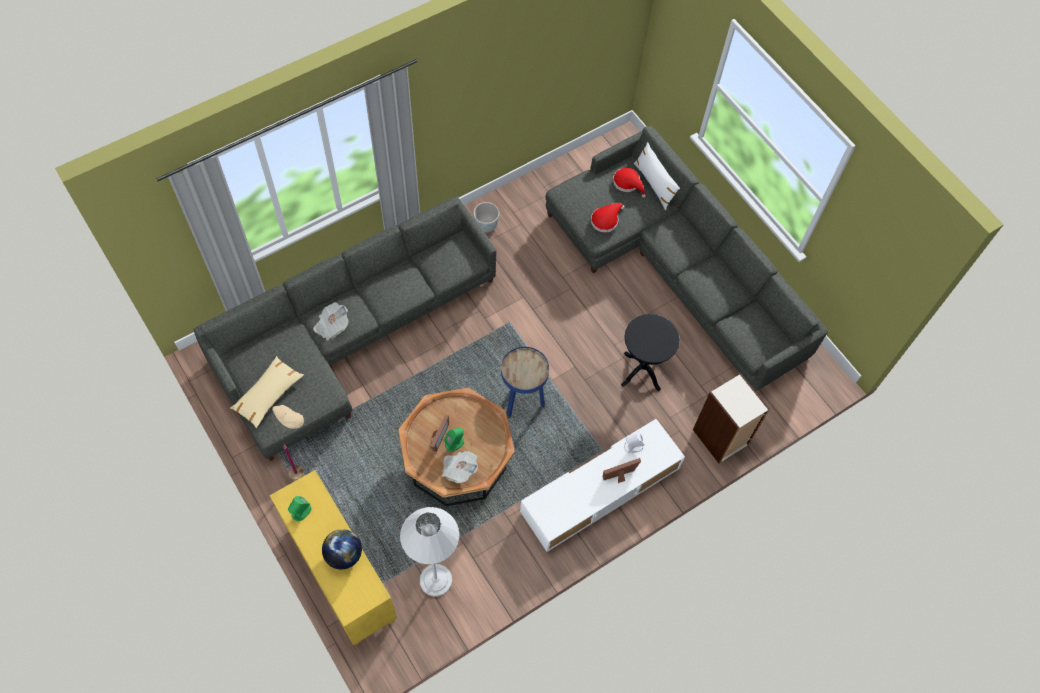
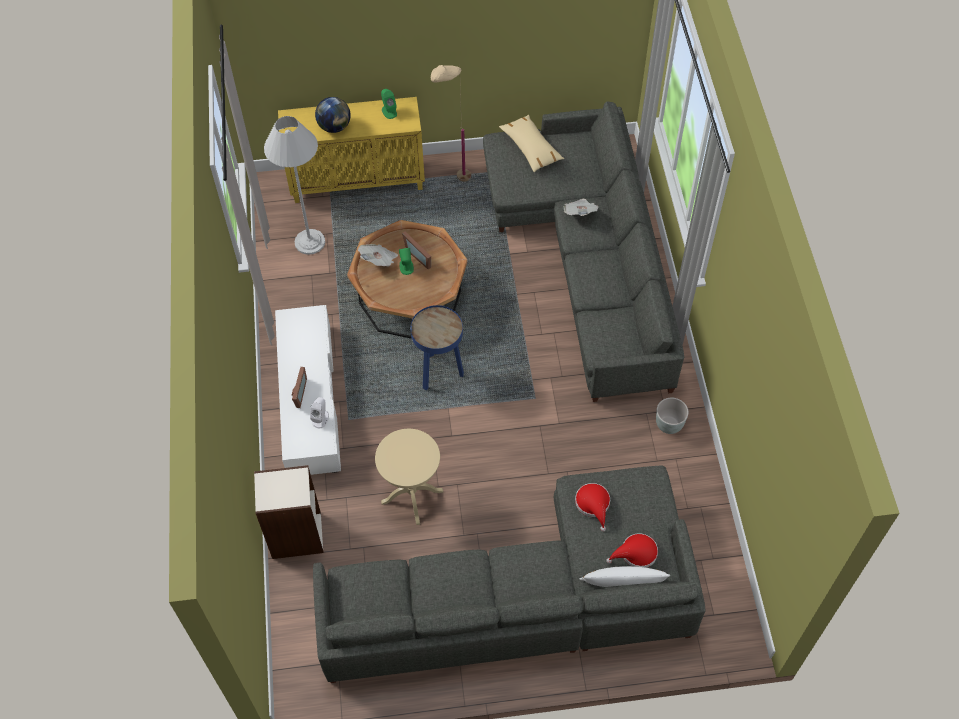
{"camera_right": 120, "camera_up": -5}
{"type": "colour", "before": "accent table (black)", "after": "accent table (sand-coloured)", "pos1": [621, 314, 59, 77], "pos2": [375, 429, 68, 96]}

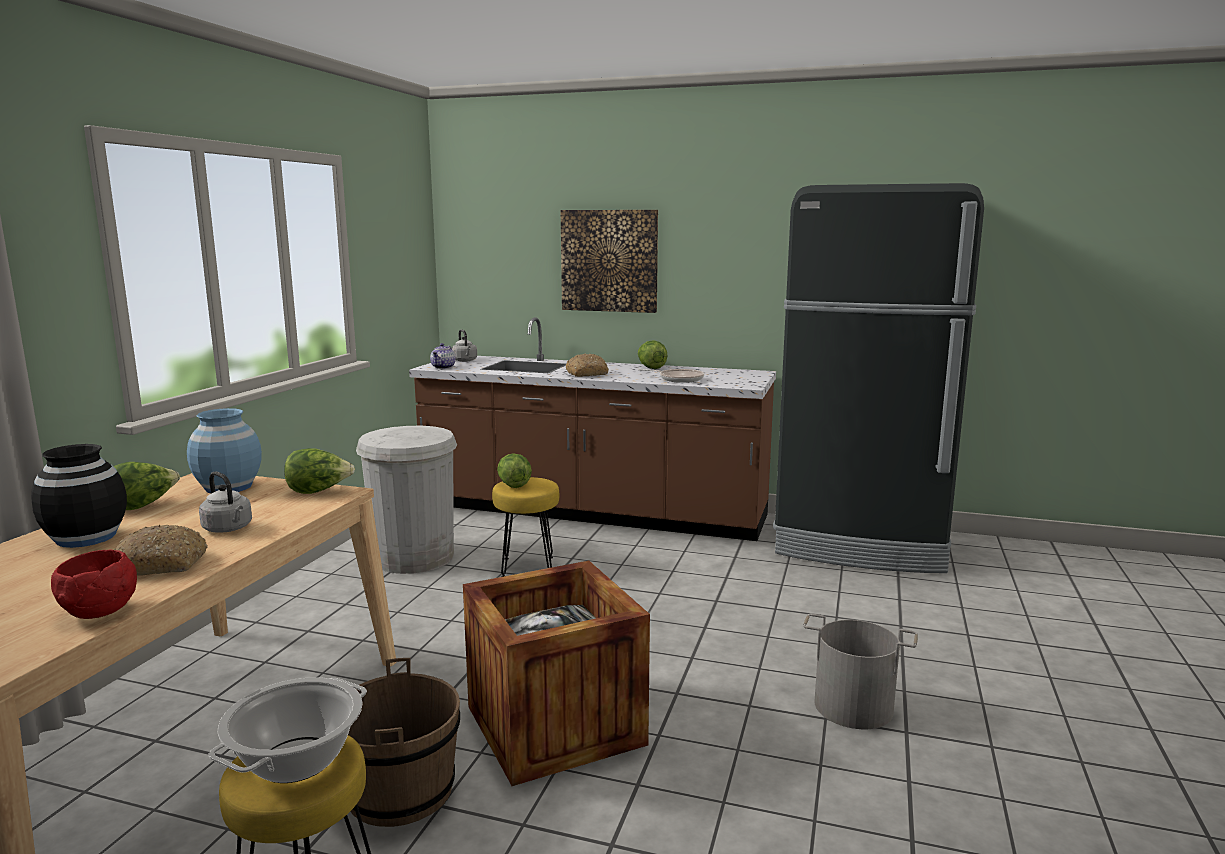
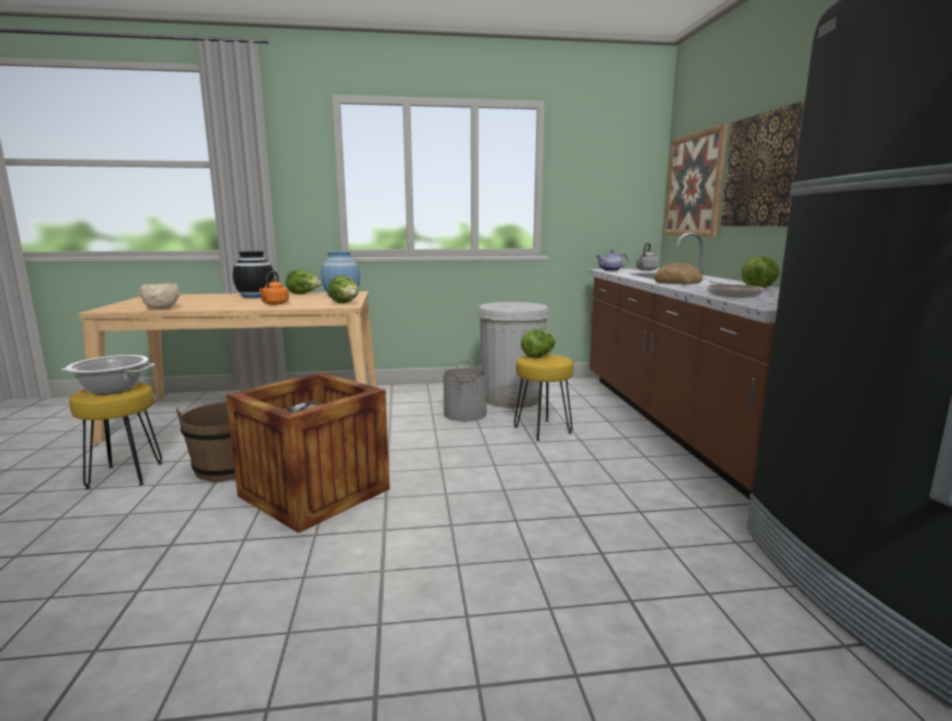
{"camera_right": 65, "camera_up": 0}
{"type": "colour", "before": "bowl (reddish)", "after": "bowl (sand-coloured)", "pos1": [51, 549, 86, 70], "pos2": [139, 283, 41, 26]}
{"type": "colour", "before": "kettle (greyish)", "after": "kettle (orangey)", "pos1": [199, 472, 53, 61], "pos2": [259, 271, 30, 34]}
{"type": "relocated", "before": "water bucket (greyish)", "pos1": [803, 613, 115, 116], "pos2": [443, 361, 44, 61]}
{"type": "appeared", "after": "wall picture", "pos2": [664, 124, 64, 113]}
{"type": "missing", "before": "bakery bread", "pos1": [115, 525, 93, 51]}

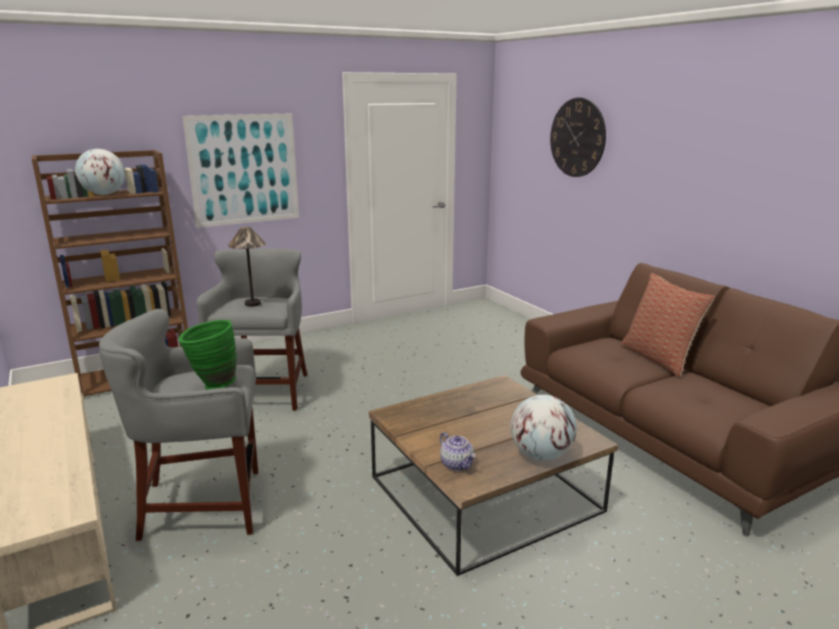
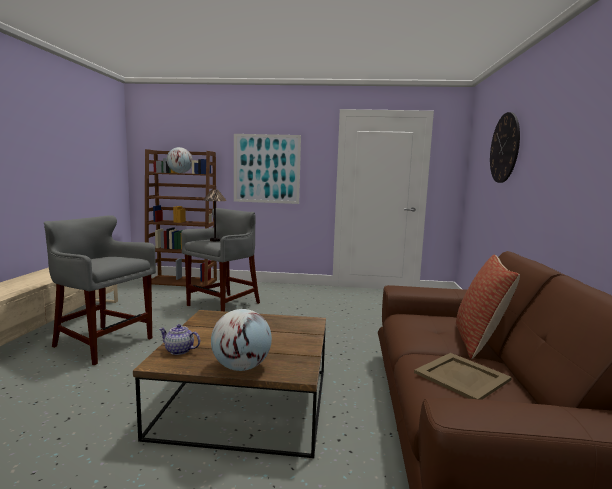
{"camera_right": 35, "camera_up": -10}
{"type": "spun", "before": "tea pot", "pos1": [440, 432, 36, 39], "pos2": [159, 324, 41, 31], "turn": 105}
{"type": "appeared", "after": "carrying tray (sand-coloured)", "pos2": [414, 353, 98, 47]}
{"type": "missing", "before": "decorative vase (greenish)", "pos1": [179, 320, 58, 70]}

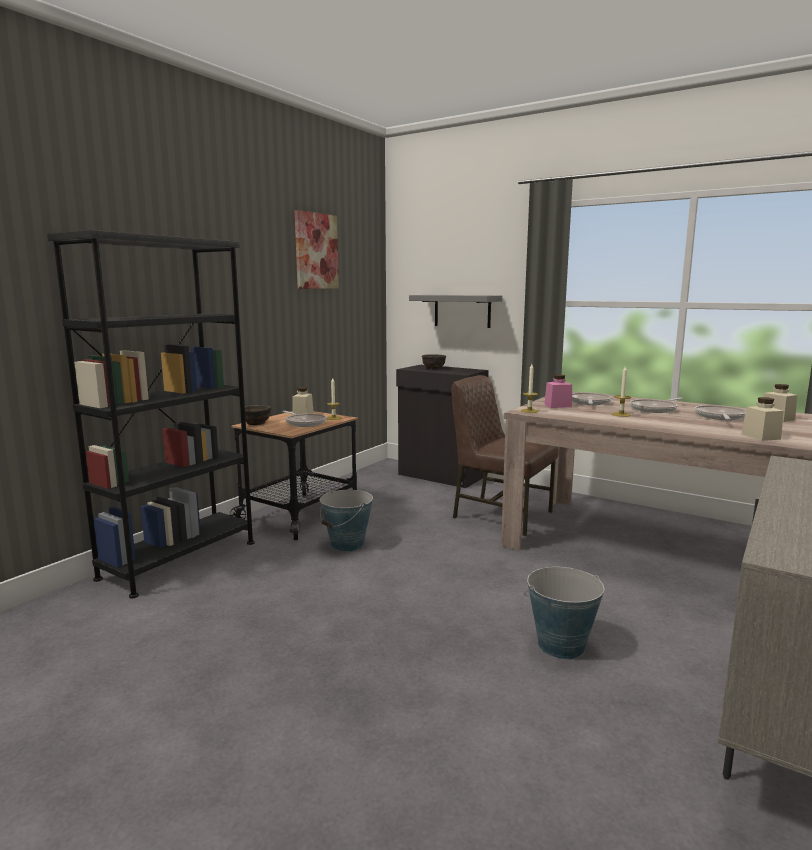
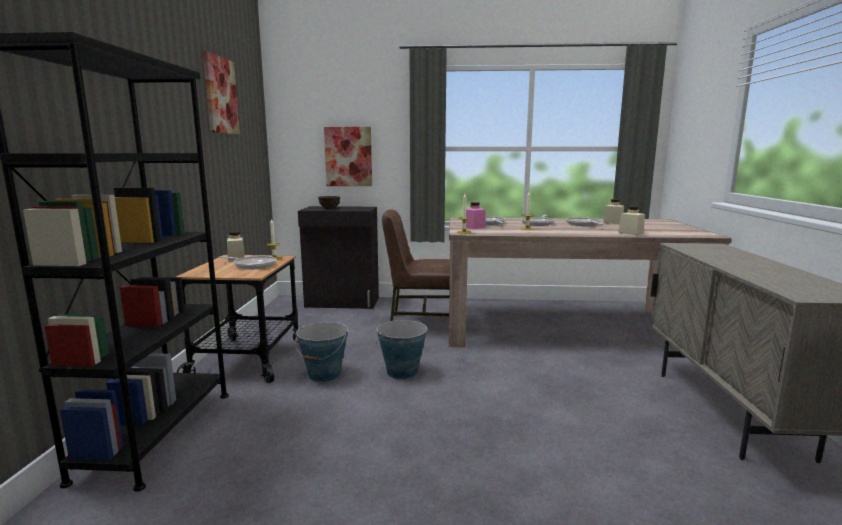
{"camera_right": -30, "camera_up": 0}
{"type": "exchanged", "before": "bracket shelf (greyish)", "after": "wall picture", "pos1": [409, 295, 93, 33], "pos2": [324, 127, 48, 59]}
{"type": "relocated", "before": "water bucket", "pos1": [524, 567, 80, 93], "pos2": [376, 320, 51, 60]}
{"type": "missing", "before": "bowl (brown-coloured)", "pos1": [245, 405, 26, 20]}

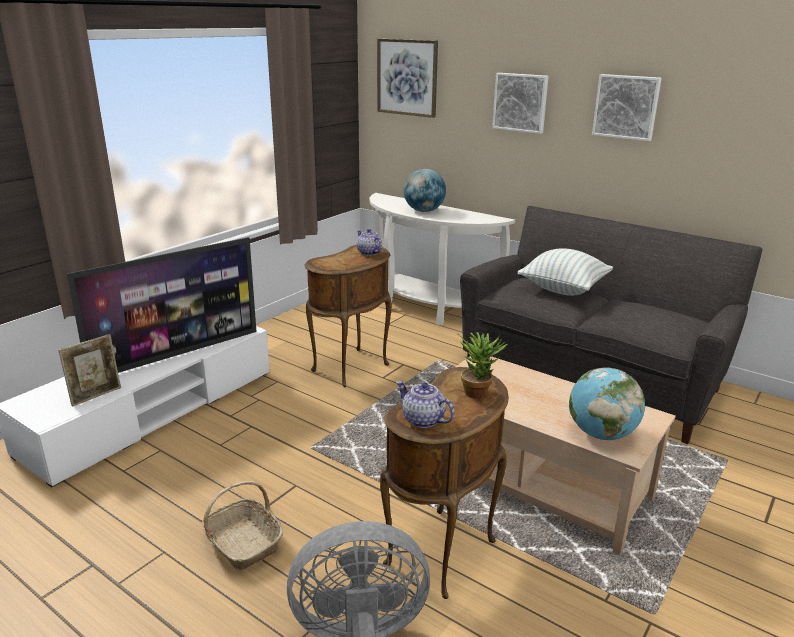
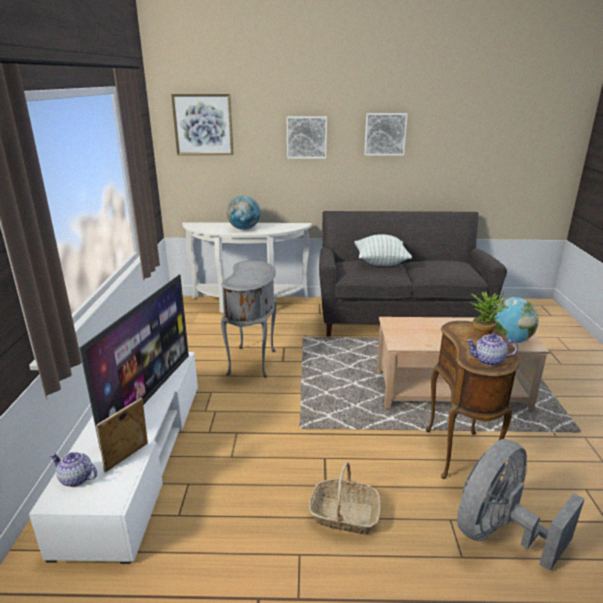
{"camera_right": -35, "camera_up": 0}
{"type": "relocated", "before": "tea pot", "pos1": [356, 229, 26, 27], "pos2": [50, 452, 47, 35]}
{"type": "spun", "before": "standing frame", "pos1": [58, 334, 63, 73], "pos2": [96, 398, 52, 74], "turn": -150}
{"type": "colour", "before": "accent table (brown-coloured)", "after": "accent table (greyish)", "pos1": [304, 245, 88, 142], "pos2": [221, 260, 56, 118]}

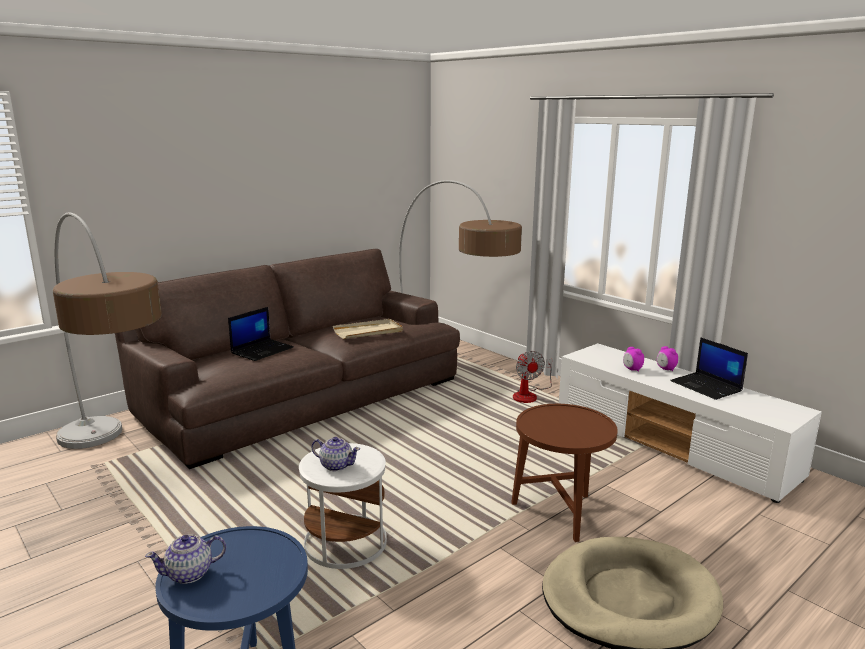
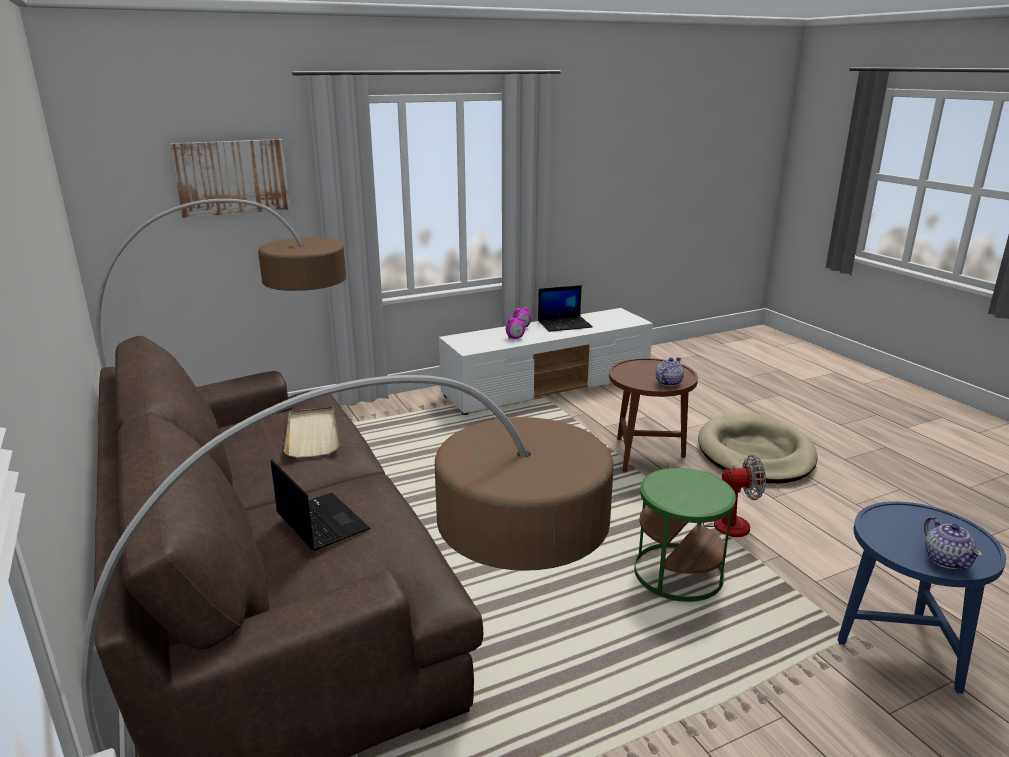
{"camera_right": -75, "camera_up": 5}
{"type": "appeared", "after": "wall picture", "pos2": [170, 139, 120, 79]}
{"type": "colour", "before": "accent table (white-coloured)", "after": "accent table (greenish)", "pos1": [299, 443, 88, 126], "pos2": [634, 468, 102, 134]}
{"type": "relocated", "before": "tea pot", "pos1": [312, 437, 48, 34], "pos2": [656, 357, 28, 29]}
{"type": "relocated", "before": "electric fan", "pos1": [513, 351, 39, 52], "pos2": [667, 455, 99, 82]}

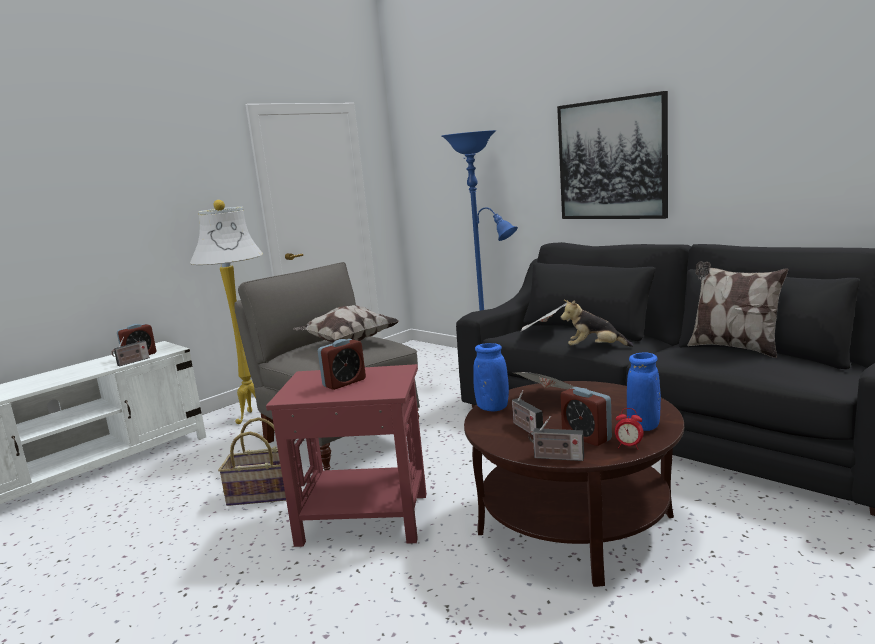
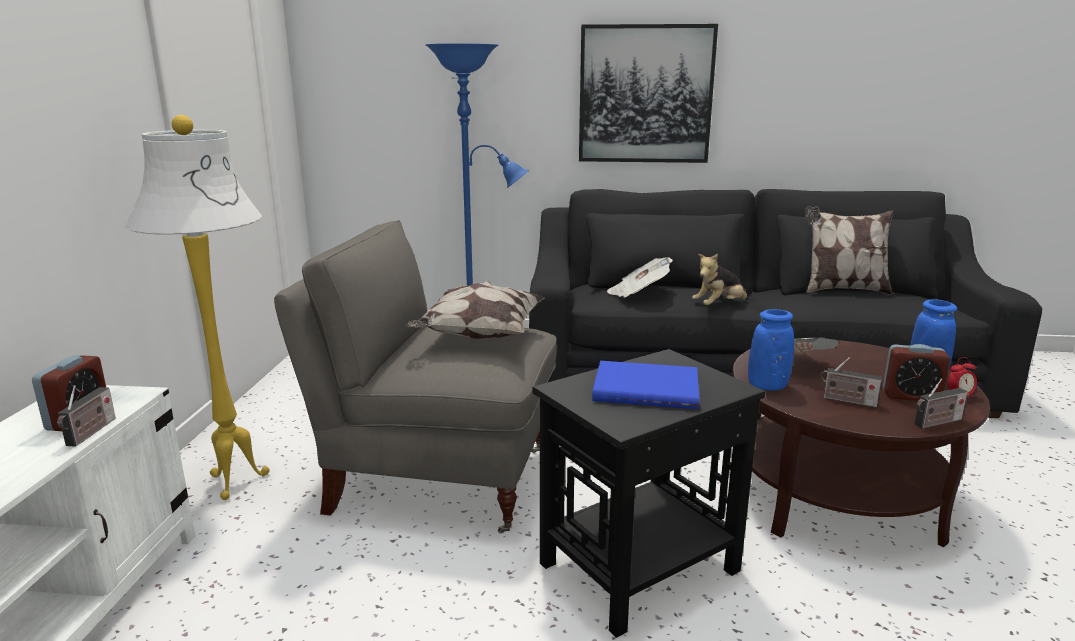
{"camera_right": -40, "camera_up": 5}
{"type": "colour", "before": "accent table (reddish)", "after": "accent table (black)", "pos1": [266, 364, 160, 183], "pos2": [532, 349, 233, 289]}
{"type": "exchanged", "before": "alarm clock", "after": "volume (blue-coloured)", "pos1": [318, 339, 48, 51], "pos2": [592, 361, 107, 48]}
{"type": "missing", "before": "household basket", "pos1": [218, 418, 68, 88]}

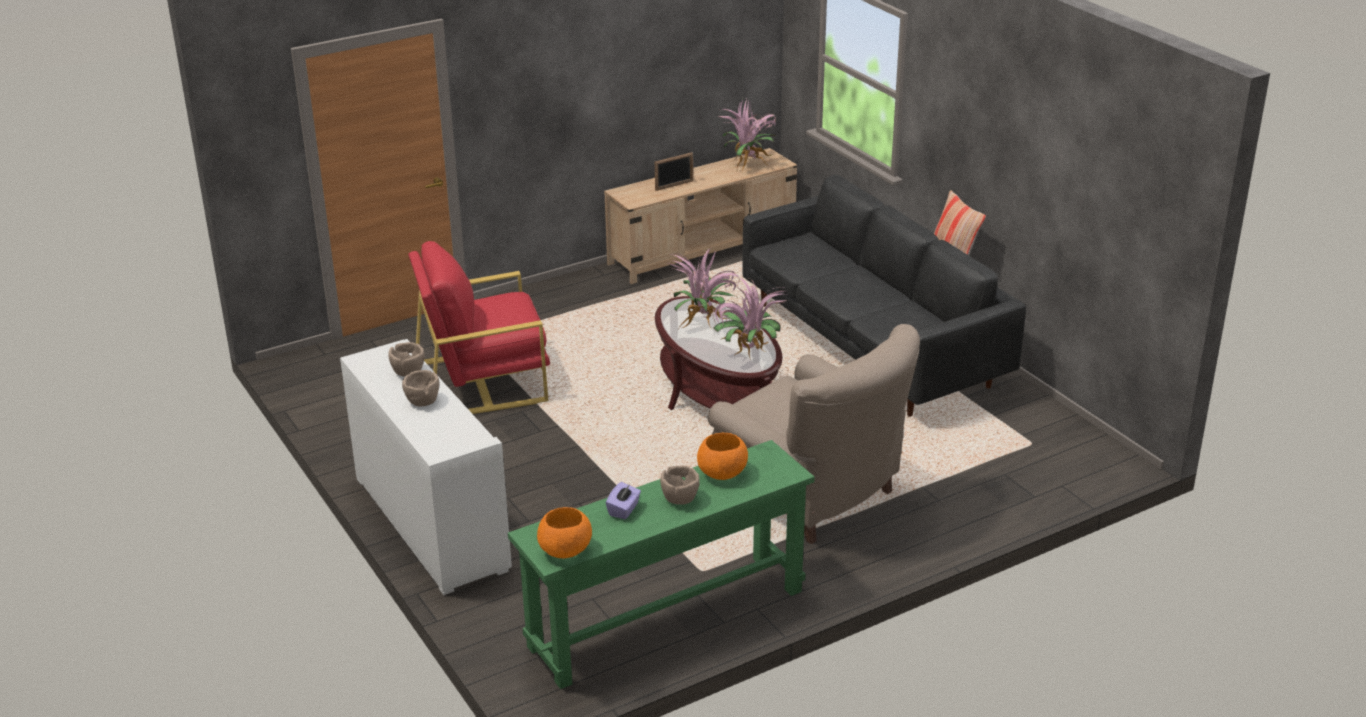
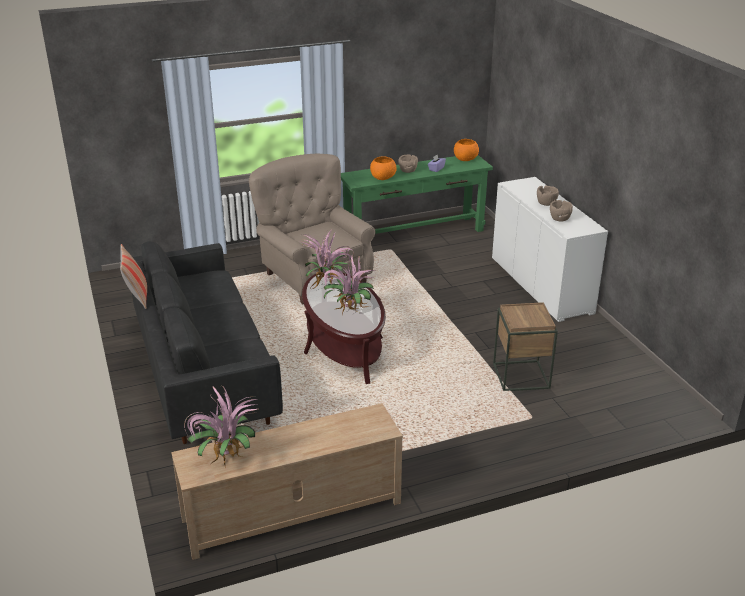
{"camera_right": -170, "camera_up": 0}
{"type": "exchanged", "before": "armchair (reddish)", "after": "accent table (brown-coloured)", "pos1": [408, 241, 142, 173], "pos2": [493, 302, 65, 89]}
{"type": "missing", "before": "standing frame", "pos1": [655, 152, 38, 39]}

